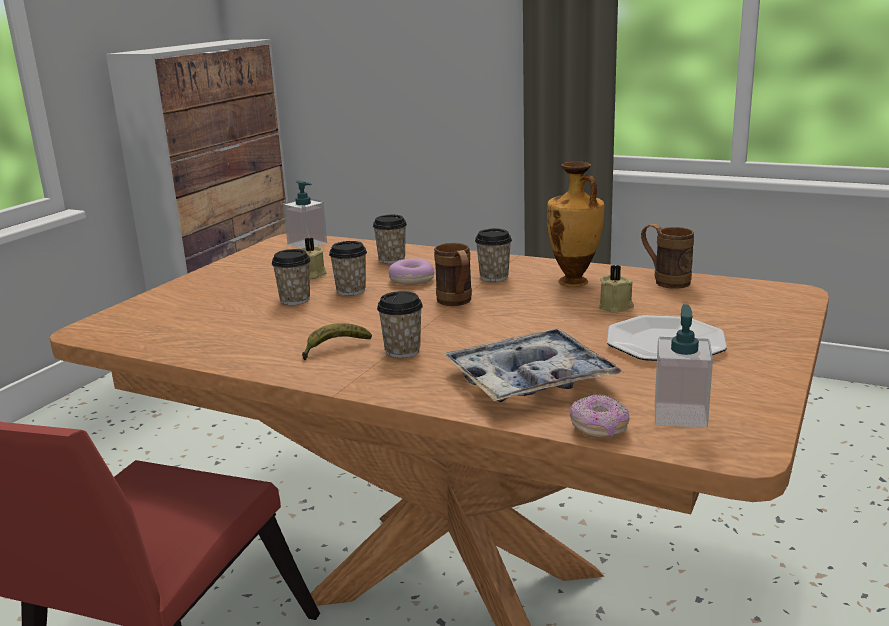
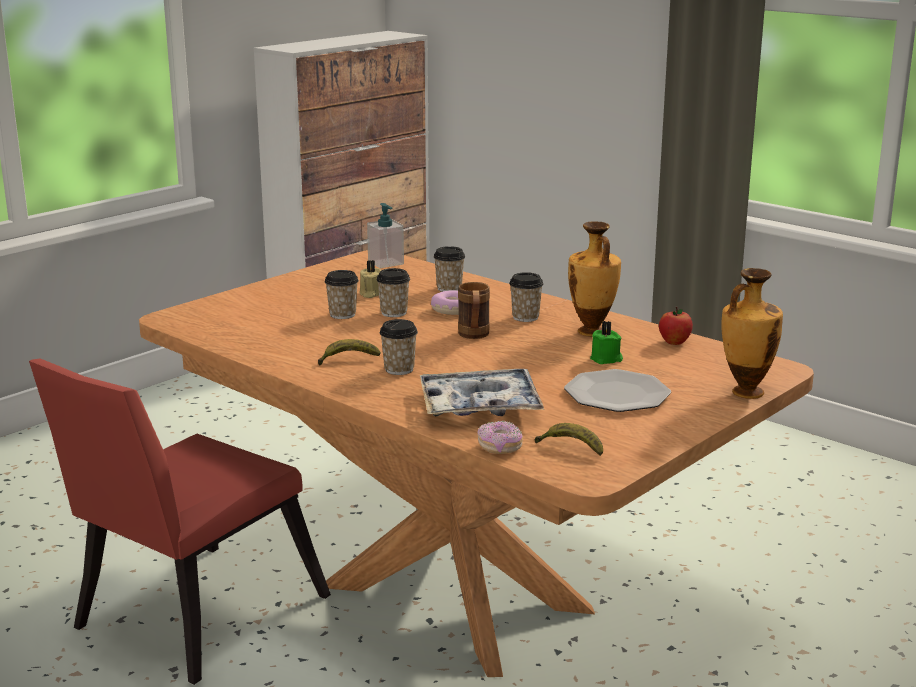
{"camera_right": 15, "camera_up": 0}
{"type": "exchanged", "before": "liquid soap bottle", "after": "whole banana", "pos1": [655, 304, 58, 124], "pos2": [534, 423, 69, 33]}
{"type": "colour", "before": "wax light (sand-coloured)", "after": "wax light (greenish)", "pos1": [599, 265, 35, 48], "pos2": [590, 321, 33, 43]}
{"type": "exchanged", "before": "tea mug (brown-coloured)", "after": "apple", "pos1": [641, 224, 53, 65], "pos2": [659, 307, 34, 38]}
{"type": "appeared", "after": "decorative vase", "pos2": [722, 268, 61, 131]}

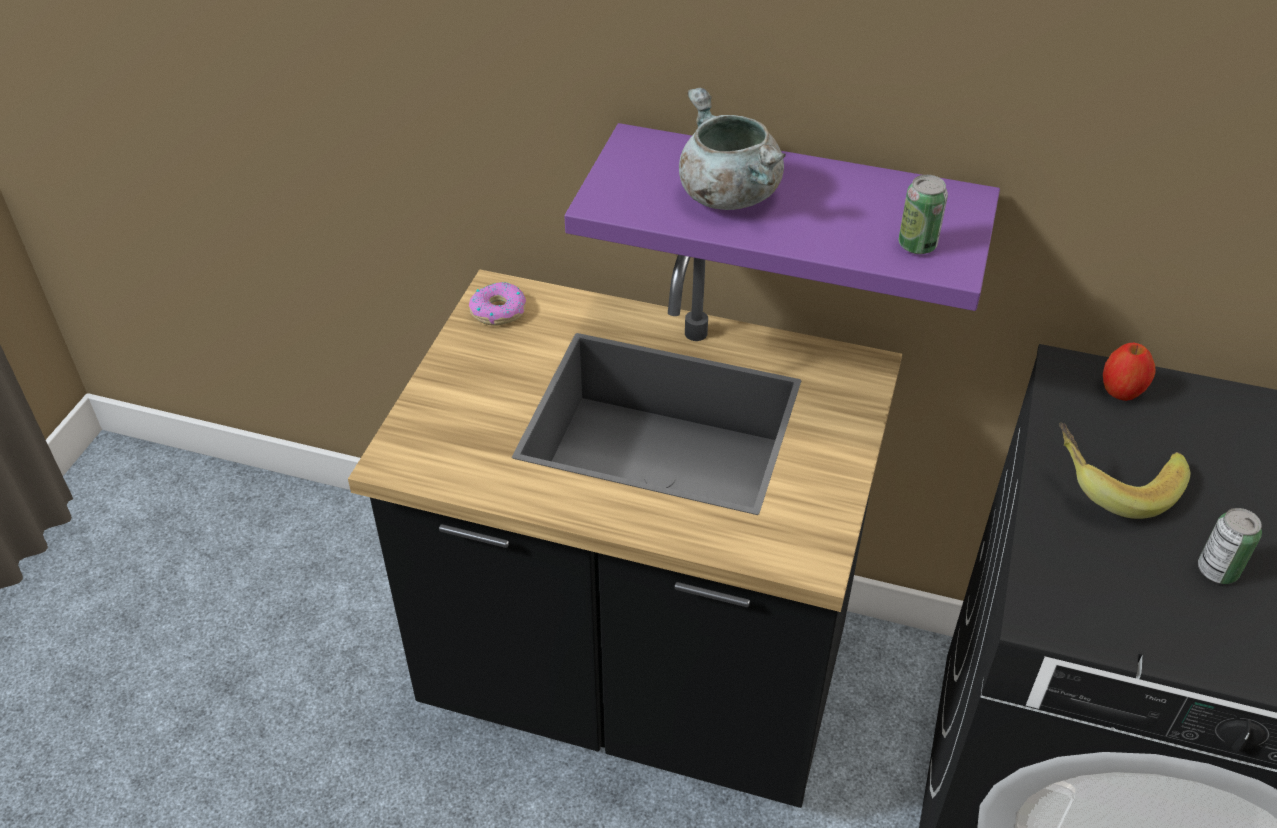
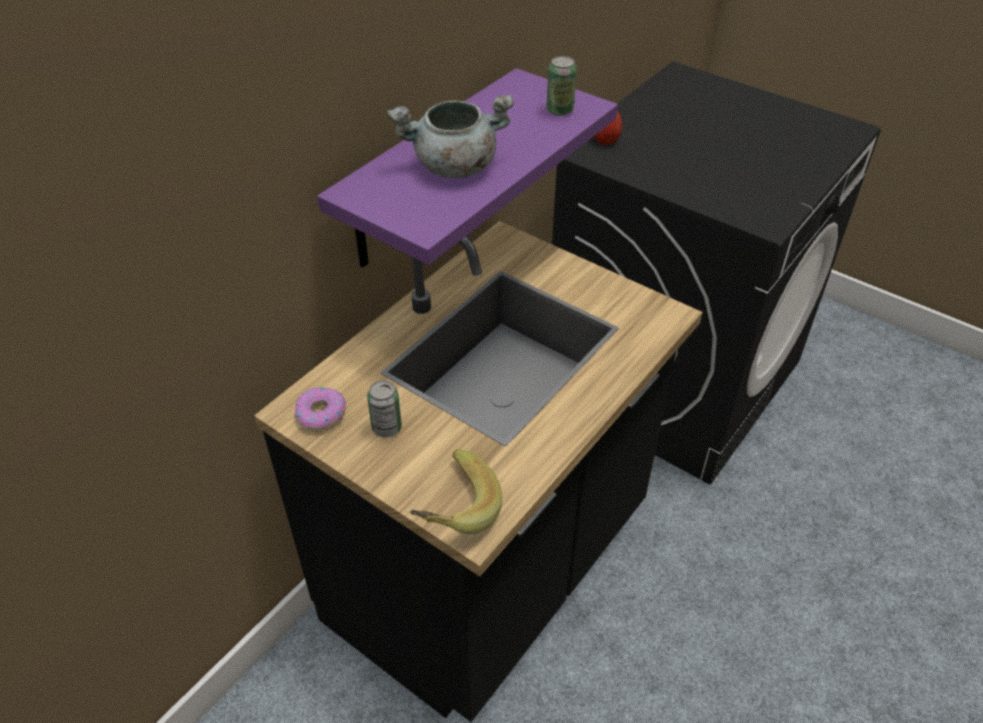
{"camera_right": -70, "camera_up": 0}
{"type": "relocated", "before": "sealed can", "pos1": [1198, 508, 64, 76], "pos2": [367, 380, 35, 57]}
{"type": "relocated", "before": "whole banana", "pos1": [1059, 423, 131, 96], "pos2": [410, 449, 92, 85]}

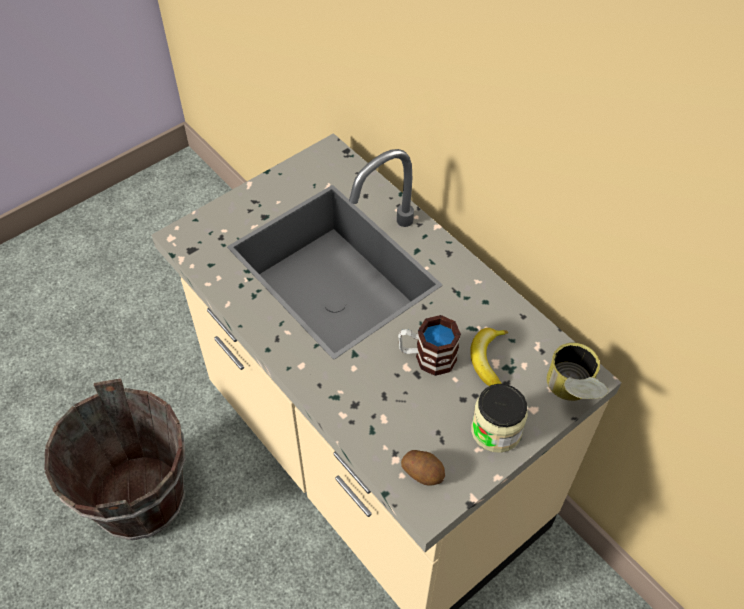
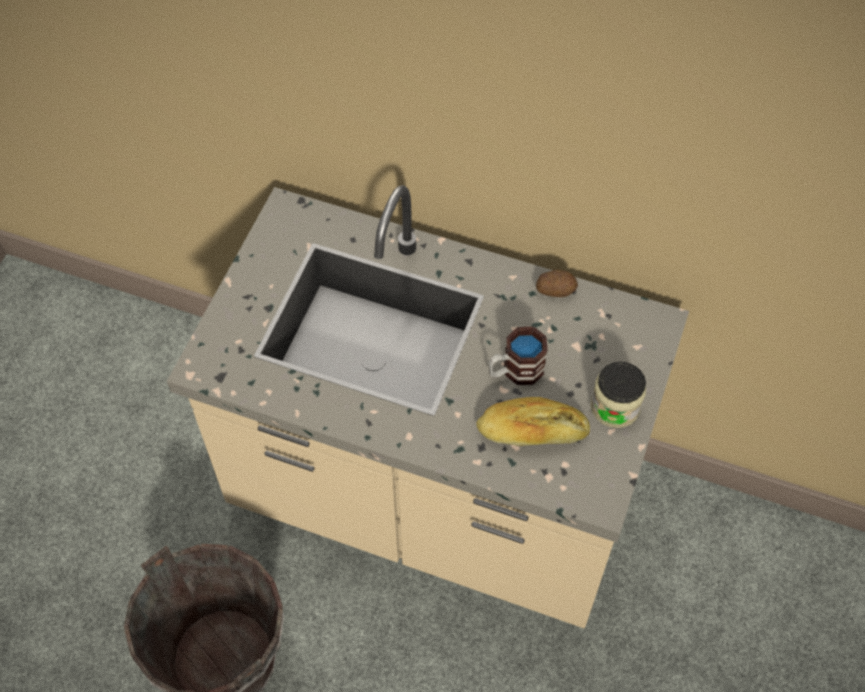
{"camera_right": -30, "camera_up": 5}
{"type": "appeared", "after": "bakery bread", "pos2": [476, 397, 114, 49]}
{"type": "relocated", "before": "whole potato", "pos1": [401, 450, 44, 36], "pos2": [536, 270, 42, 27]}
{"type": "missing", "before": "whole banana", "pos1": [470, 328, 38, 58]}
{"type": "missing", "before": "sealed can", "pos1": [547, 343, 61, 58]}

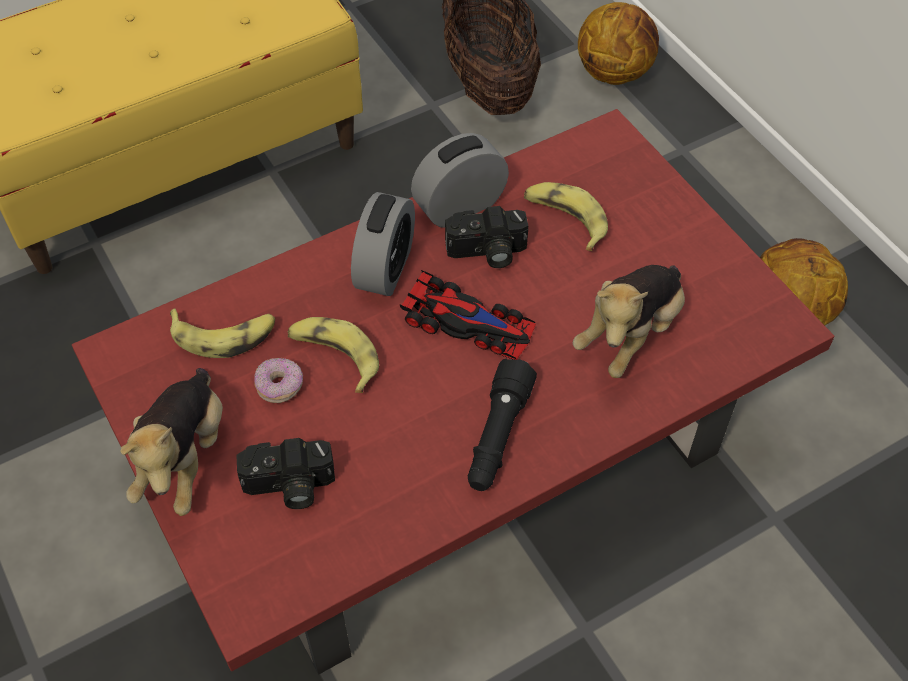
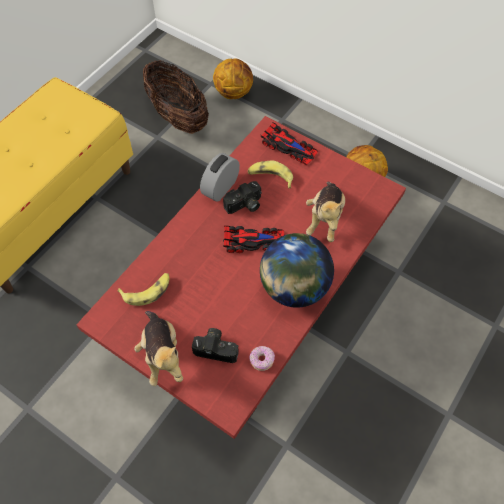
{"camera_right": -25, "camera_up": 5}
{"type": "spun", "before": "photo camera", "pos1": [236, 438, 99, 71], "pos2": [192, 328, 47, 35], "turn": -135}
{"type": "relocated", "before": "donut", "pos1": [254, 358, 49, 45], "pos2": [249, 346, 26, 25]}
{"type": "exchanged", "before": "hand torch (black)", "after": "world globe", "pos1": [468, 358, 69, 133], "pos2": [260, 233, 74, 75]}
{"type": "appeared", "after": "model car", "pos2": [261, 123, 57, 42]}
{"type": "missing", "before": "whole banana", "pos1": [288, 317, 91, 76]}
{"type": "missing", "before": "alarm clock", "pos1": [351, 192, 64, 104]}

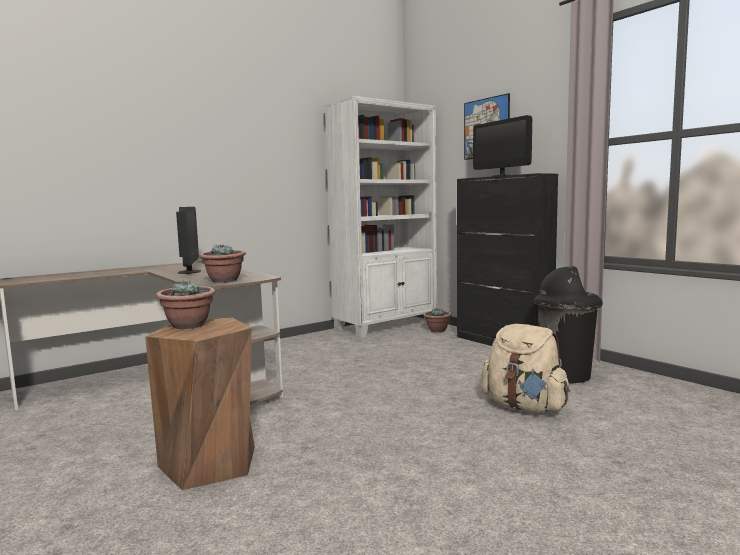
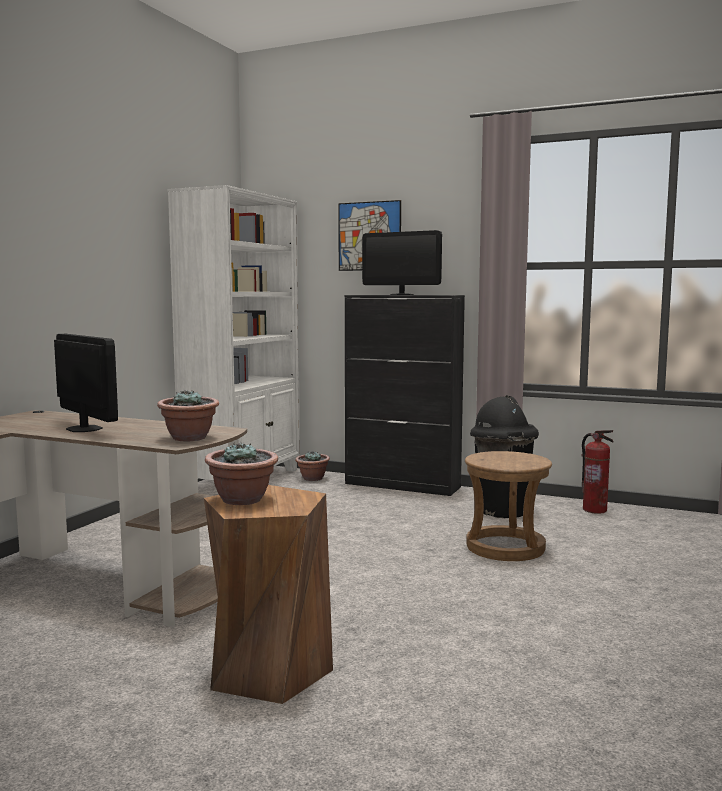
{"camera_right": -30, "camera_up": 0}
{"type": "exchanged", "before": "rucksack (sand-coloured)", "after": "stool (brown-coloured)", "pos1": [481, 324, 89, 89], "pos2": [465, 451, 87, 110]}
{"type": "appeared", "after": "fire extinguisher", "pos2": [581, 430, 33, 84]}

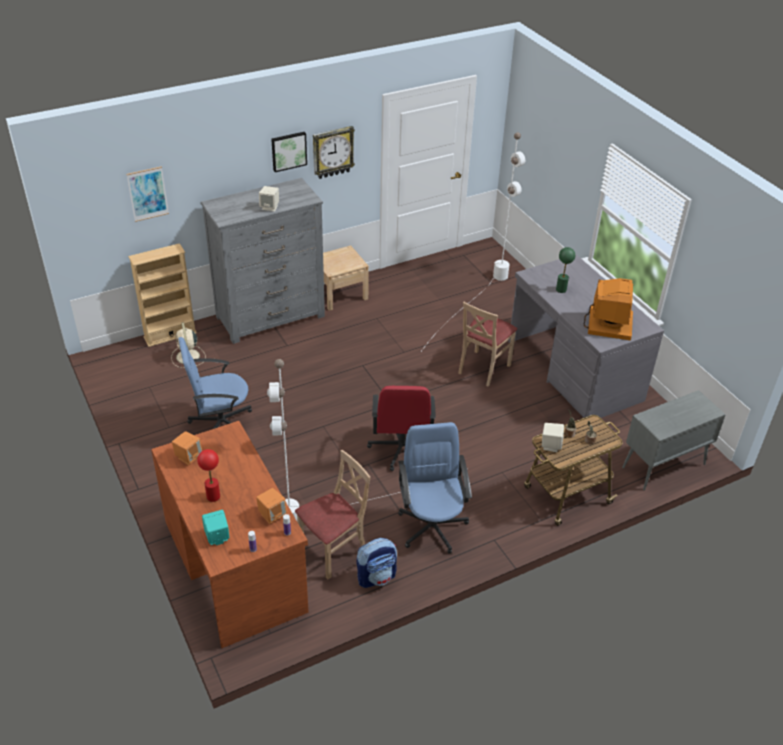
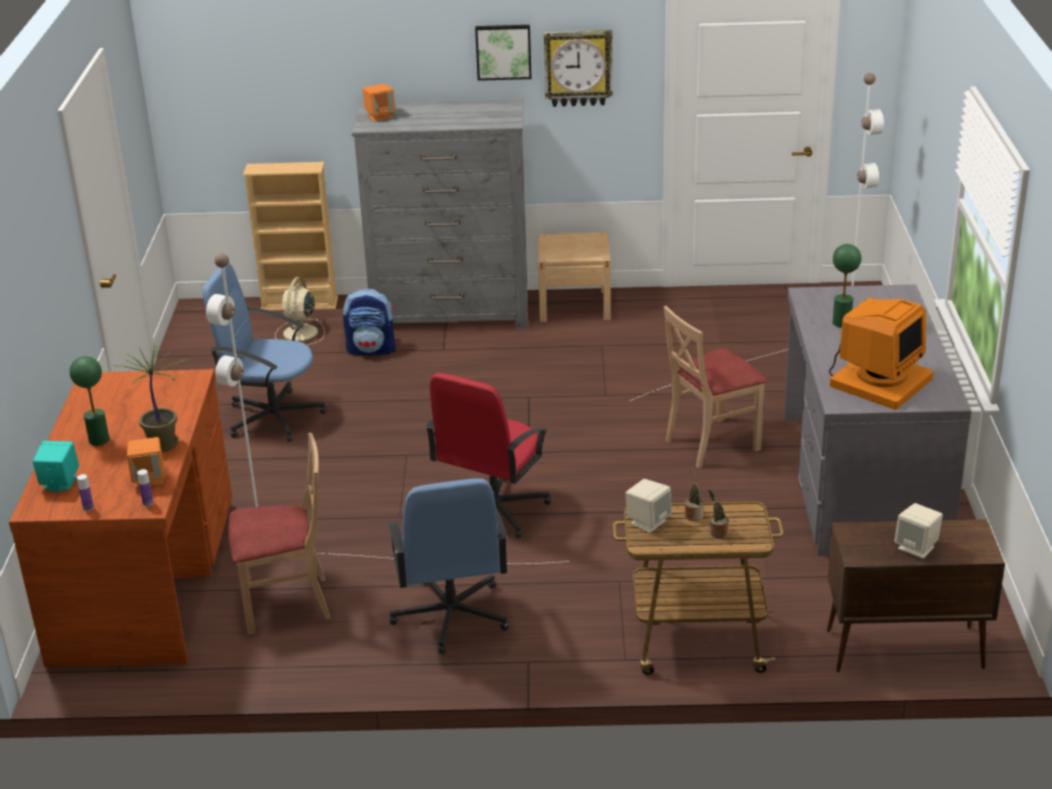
{"camera_right": 30, "camera_up": -10}
{"type": "colour", "before": "tabletop lamp (reddish)", "after": "tabletop lamp (greenish)", "pos1": [197, 449, 23, 53], "pos2": [70, 356, 39, 90]}
{"type": "appeared", "after": "plant in a pot", "pos2": [114, 344, 77, 108]}
{"type": "relocated", "before": "rucksack", "pos1": [356, 538, 41, 50], "pos2": [343, 288, 53, 67]}
{"type": "relocated", "before": "speaker (orangey)", "pos1": [172, 431, 30, 34], "pos2": [363, 84, 33, 37]}
{"type": "spun", "before": "office chair (blue-coloured)", "pos1": [398, 422, 74, 132], "pos2": [388, 478, 121, 177], "turn": 150}
{"type": "colour", "before": "storage cabinet (greyish)", "after": "storage cabinet (brown-coloured)", "pos1": [622, 390, 104, 100], "pos2": [827, 519, 178, 153]}
{"type": "relocated", "before": "speaker (sand-coloured)", "pos1": [259, 186, 20, 26], "pos2": [894, 503, 49, 56]}
{"type": "missing", "before": "wall picture", "pos1": [126, 166, 43, 56]}

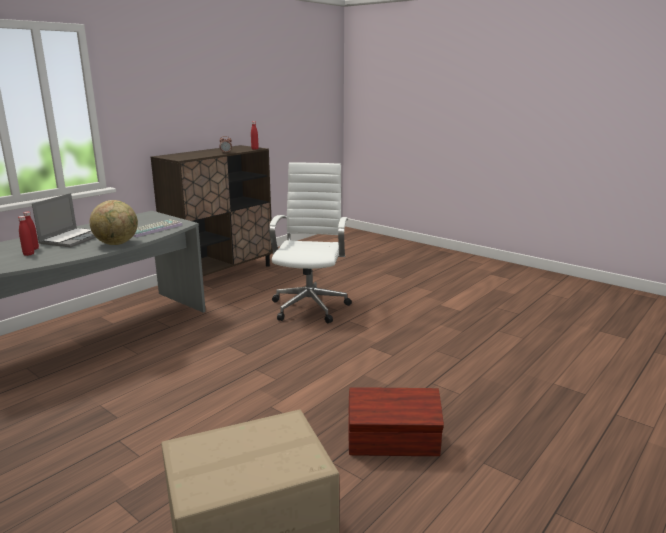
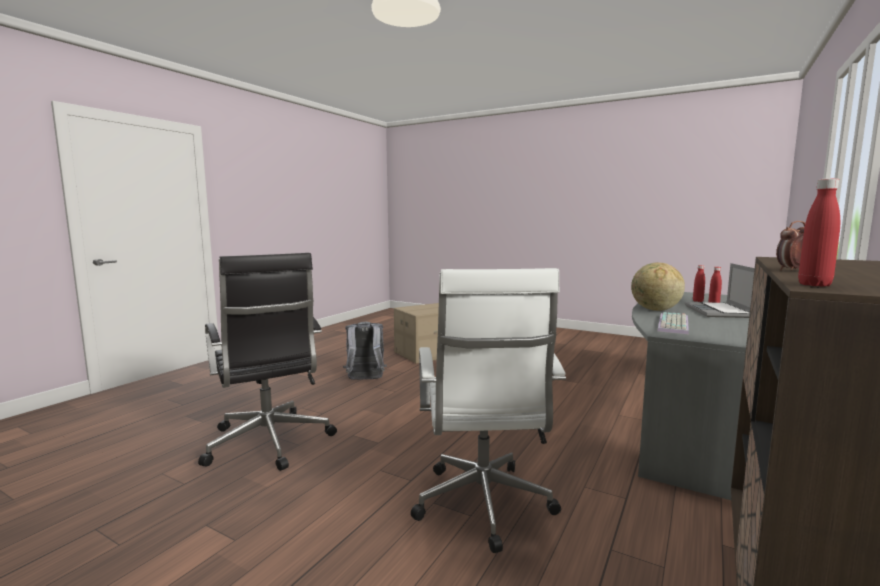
{"camera_right": 170, "camera_up": -10}
{"type": "appeared", "after": "office chair (black)", "pos2": [198, 253, 139, 218]}
{"type": "exchanged", "before": "storage bin (brown-coloured)", "after": "rucksack (greyish)", "pos1": [349, 387, 95, 69], "pos2": [343, 322, 44, 58]}

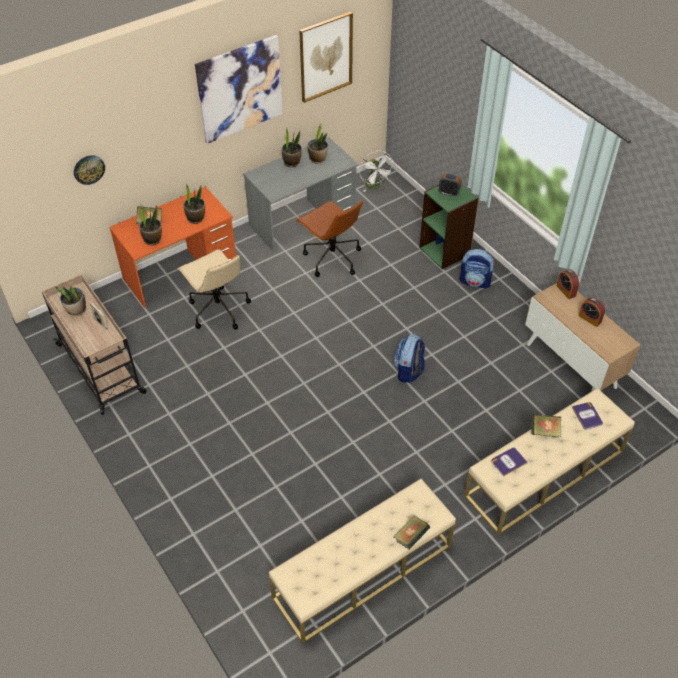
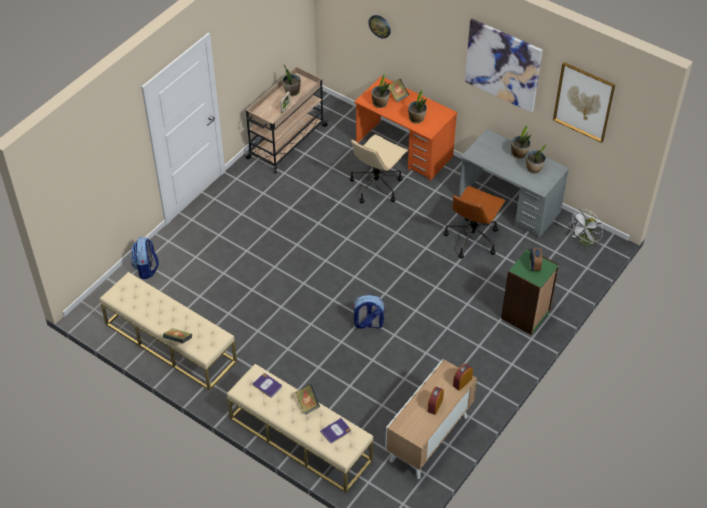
{"camera_right": 70, "camera_up": 0}
{"type": "relocated", "before": "rucksack", "pos1": [459, 249, 36, 40], "pos2": [131, 236, 28, 43]}

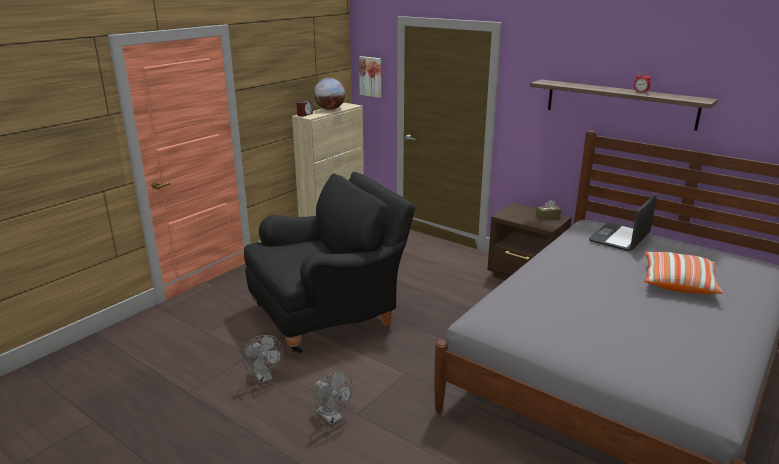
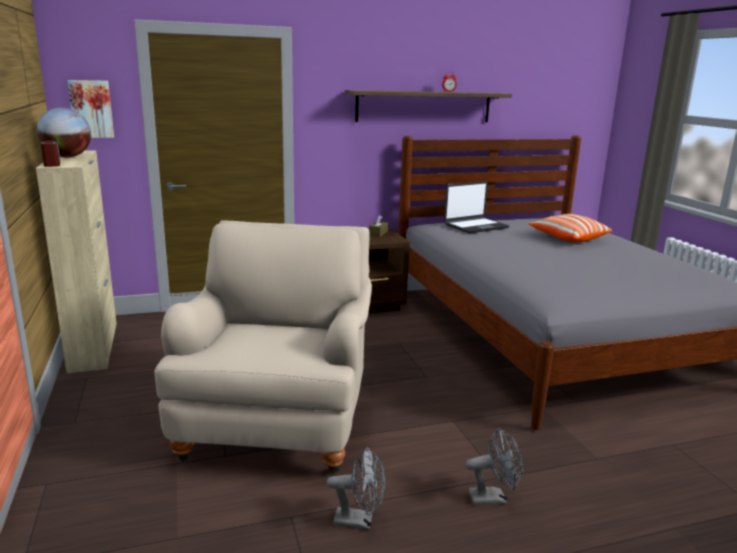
{"camera_right": -55, "camera_up": -5}
{"type": "colour", "before": "armchair (black)", "after": "armchair (sand-coloured)", "pos1": [244, 172, 171, 181], "pos2": [154, 220, 218, 253]}
{"type": "spun", "before": "notebook computer", "pos1": [589, 195, 68, 56], "pos2": [444, 181, 65, 52], "turn": -105}

